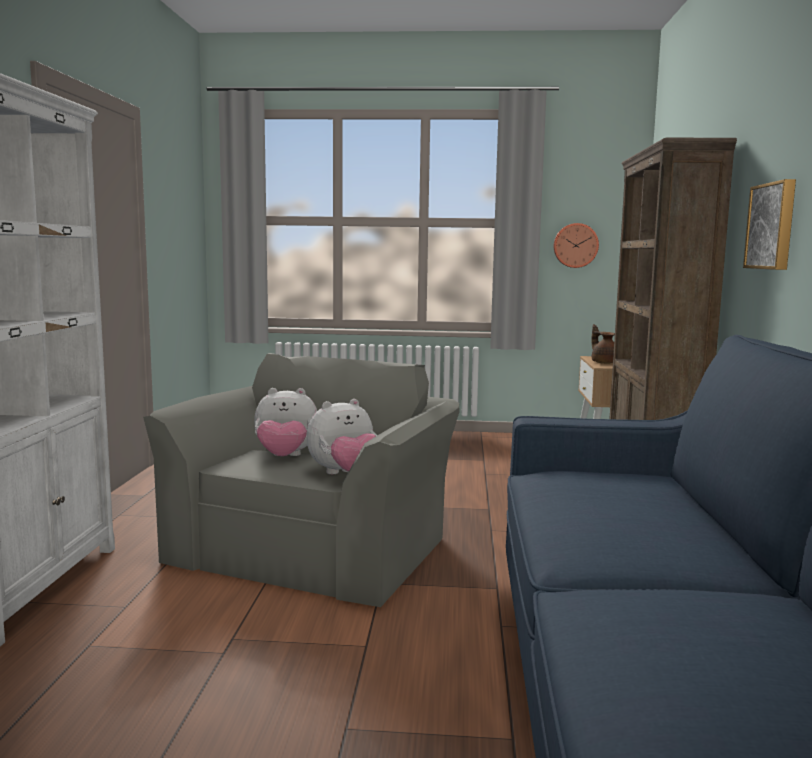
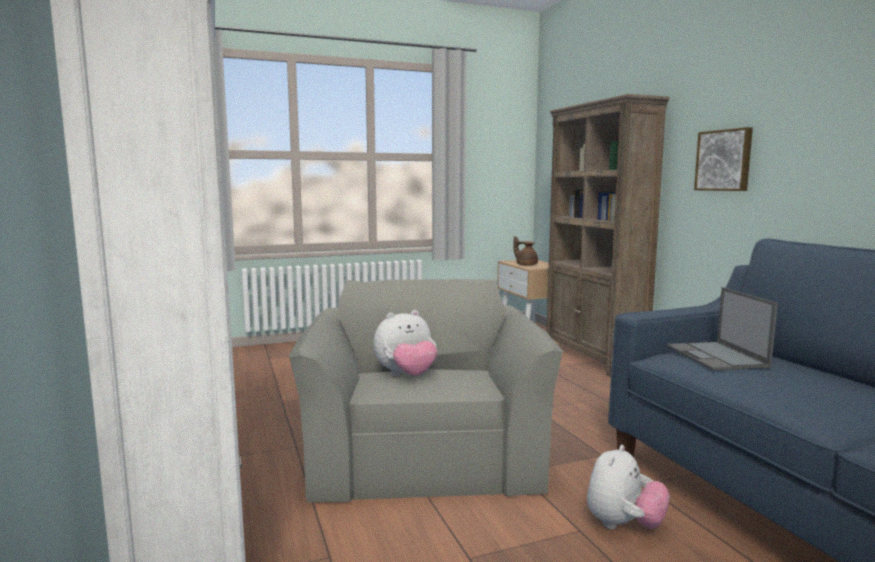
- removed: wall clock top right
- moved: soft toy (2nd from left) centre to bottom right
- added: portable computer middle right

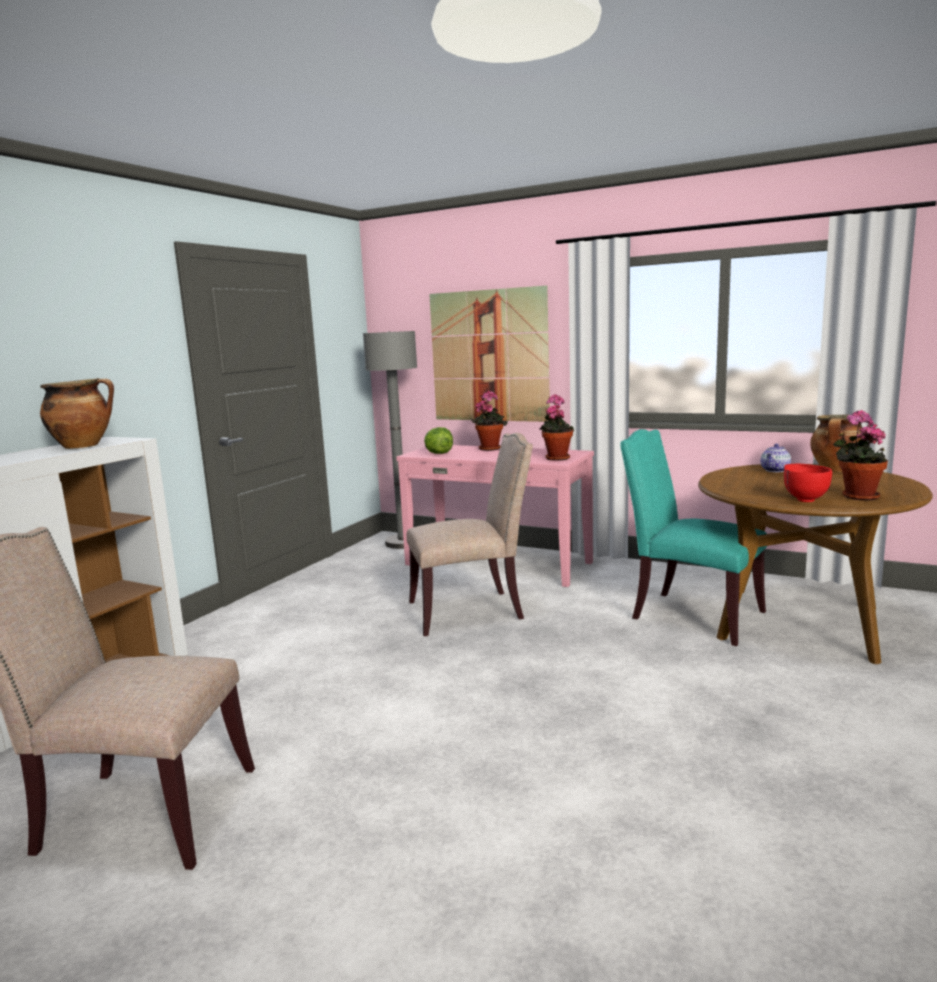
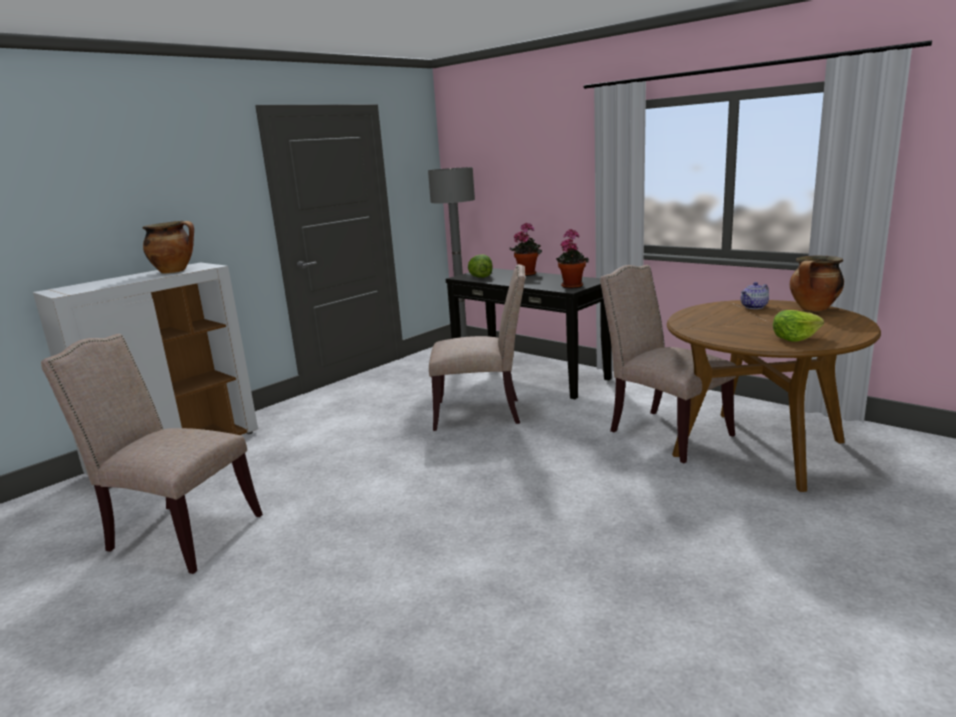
- removed: wall picture centre
- replaced: potted plant (3rd from left) middle right to head of lettuce (2nd from left) middle right
- recoloured: upright chair in turquoise-coloured middle right to upright chair in beige-coloured (3rd from left) middle right
- recoloured: hall table in pink centre to hall table in black-coloured centre
- removed: bowl in red middle right

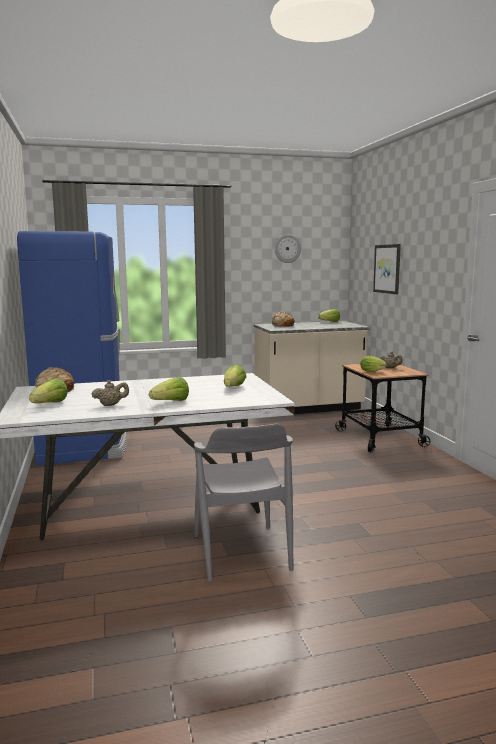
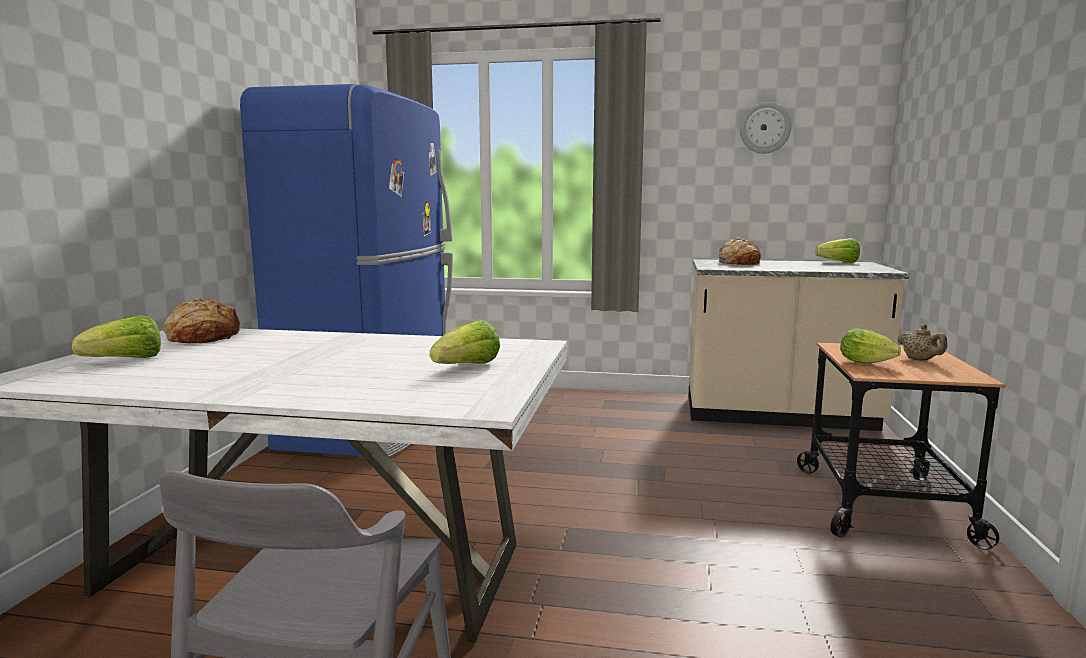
- removed: wall picture middle right
- removed: head of lettuce (2nd from left) centre
- removed: tea pot in beige-coloured (1st from left) middle left

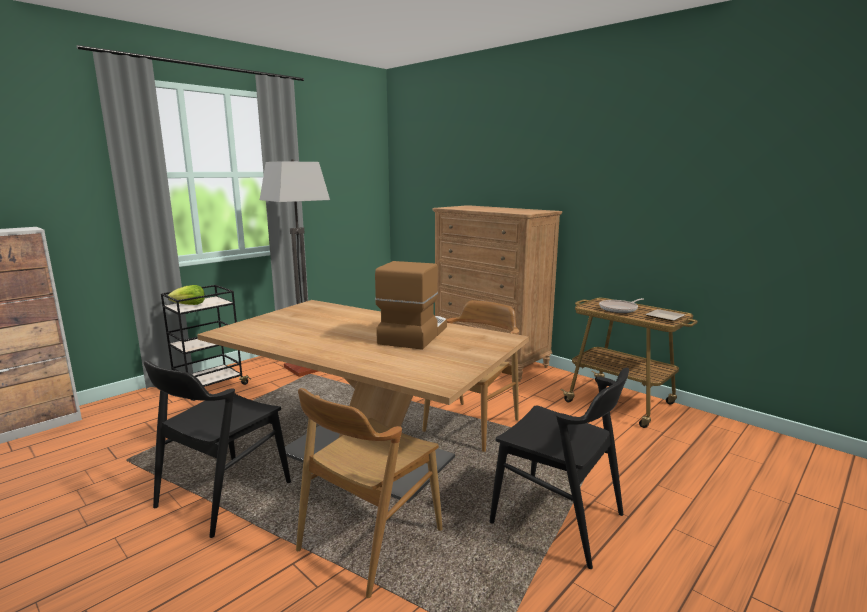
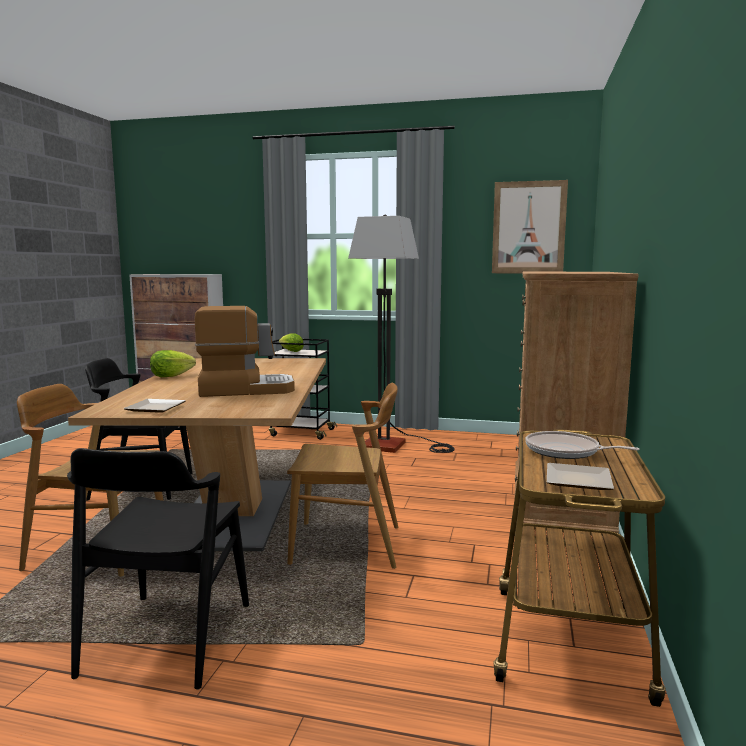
- added: wall picture top right
- added: head of lettuce (1st from left) middle left
- added: plate (1st from left) middle left

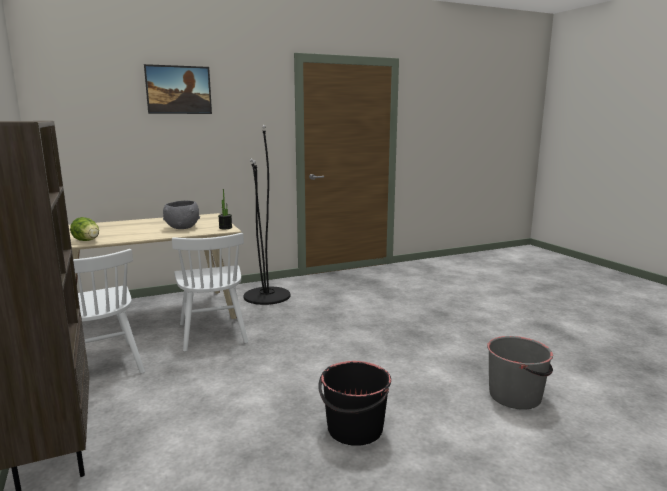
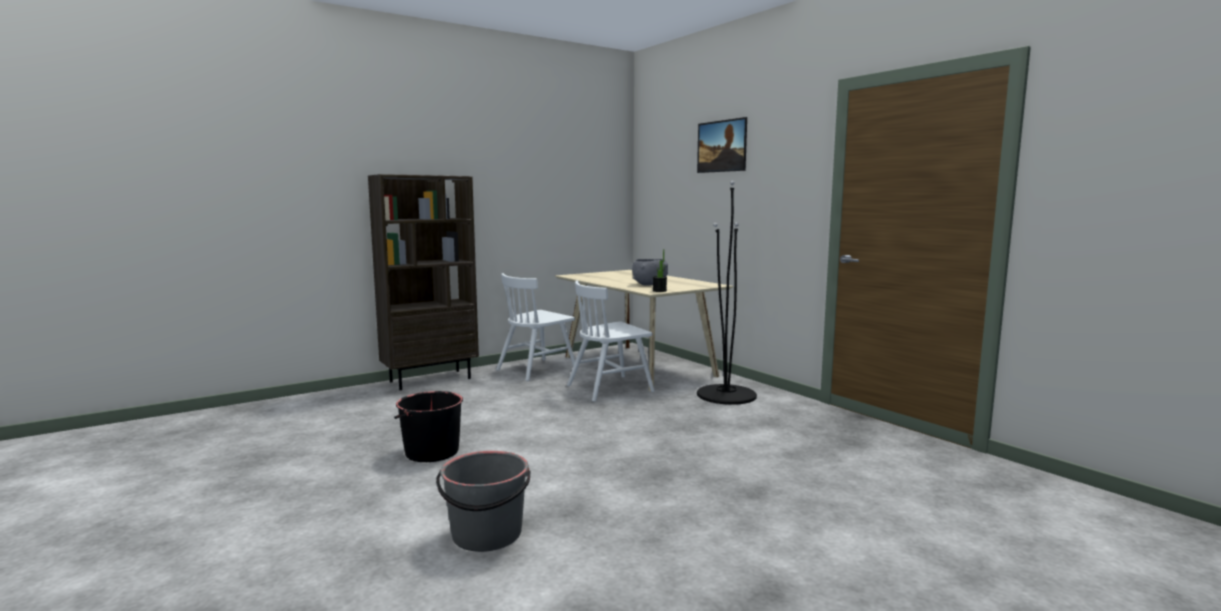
- removed: head of lettuce middle left

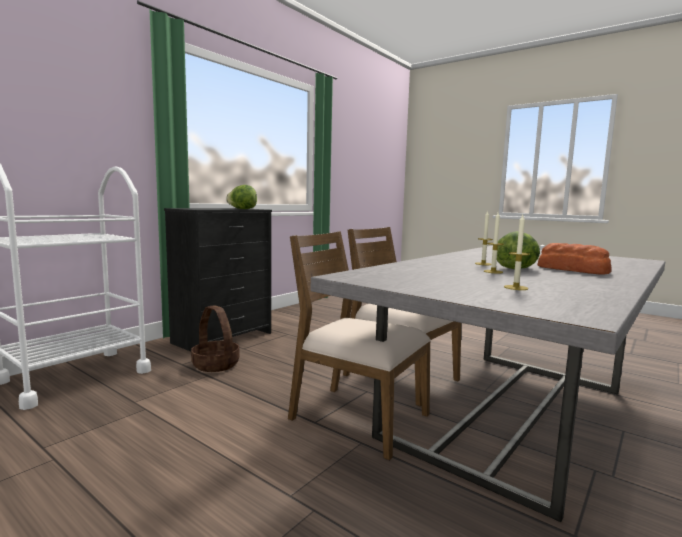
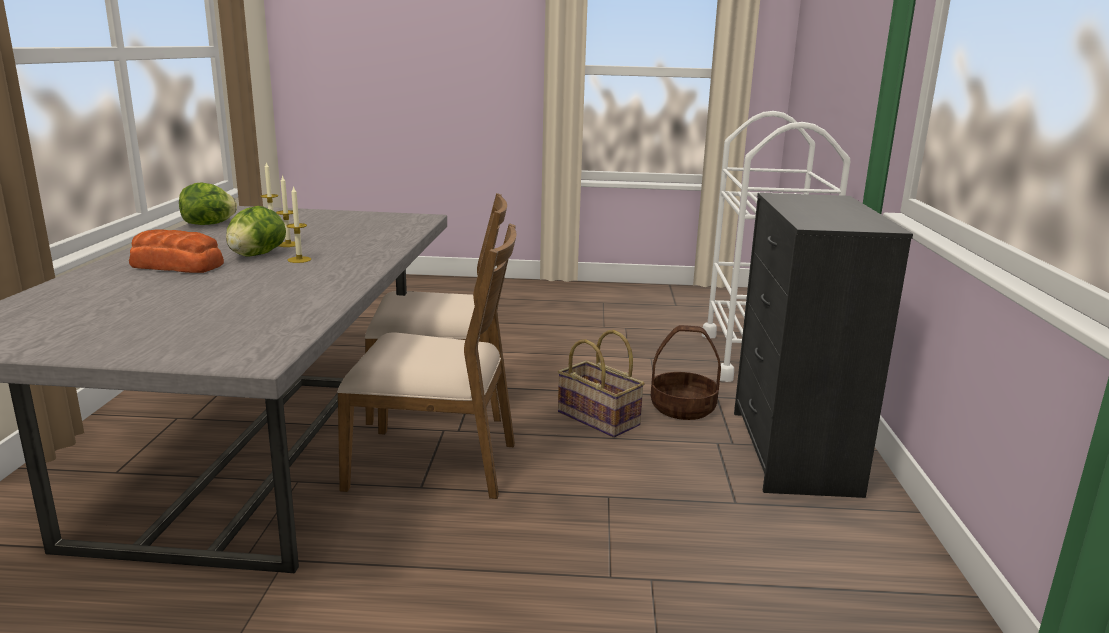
- moved: head of lettuce (1st from left) centre to top left
- added: household basket (1st from left) centre

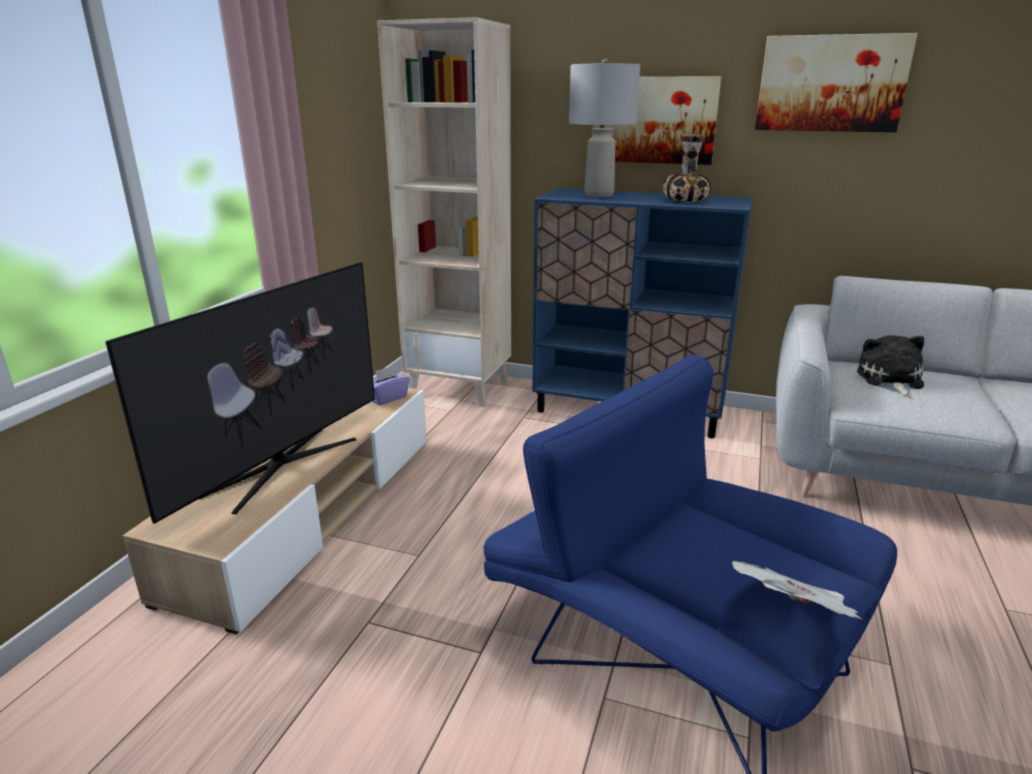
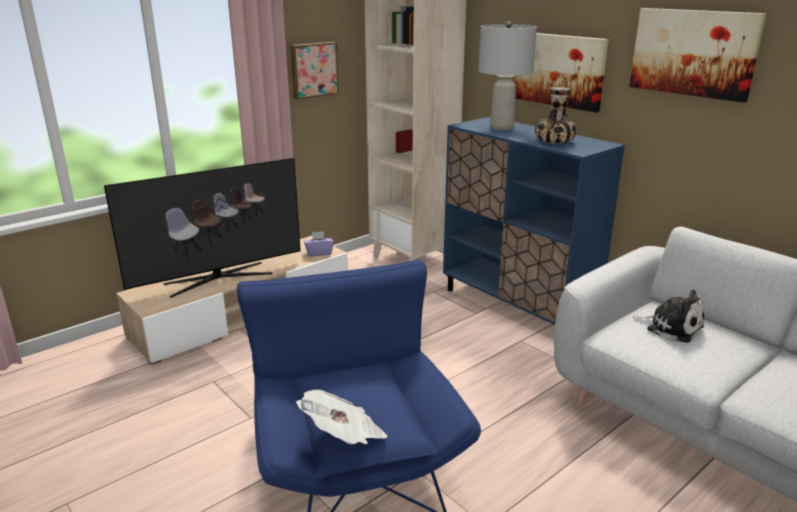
- turned: soft toy middle right = middle right 90 degrees clockwise
- added: wall picture (1st from left) top centre

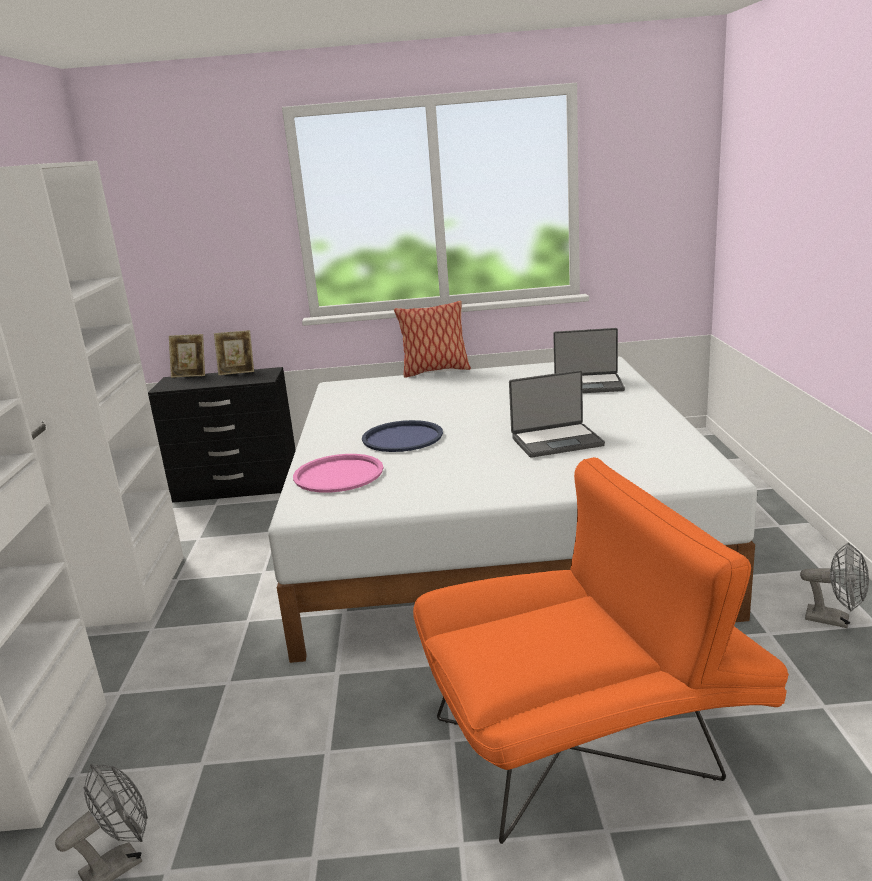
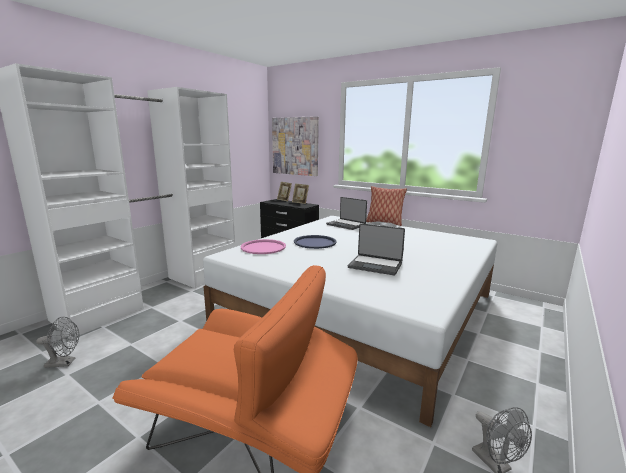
- moved: portable computer (2nd from left in the first image) middle right to portable computer (1st from left) centre
- added: wall picture top centre

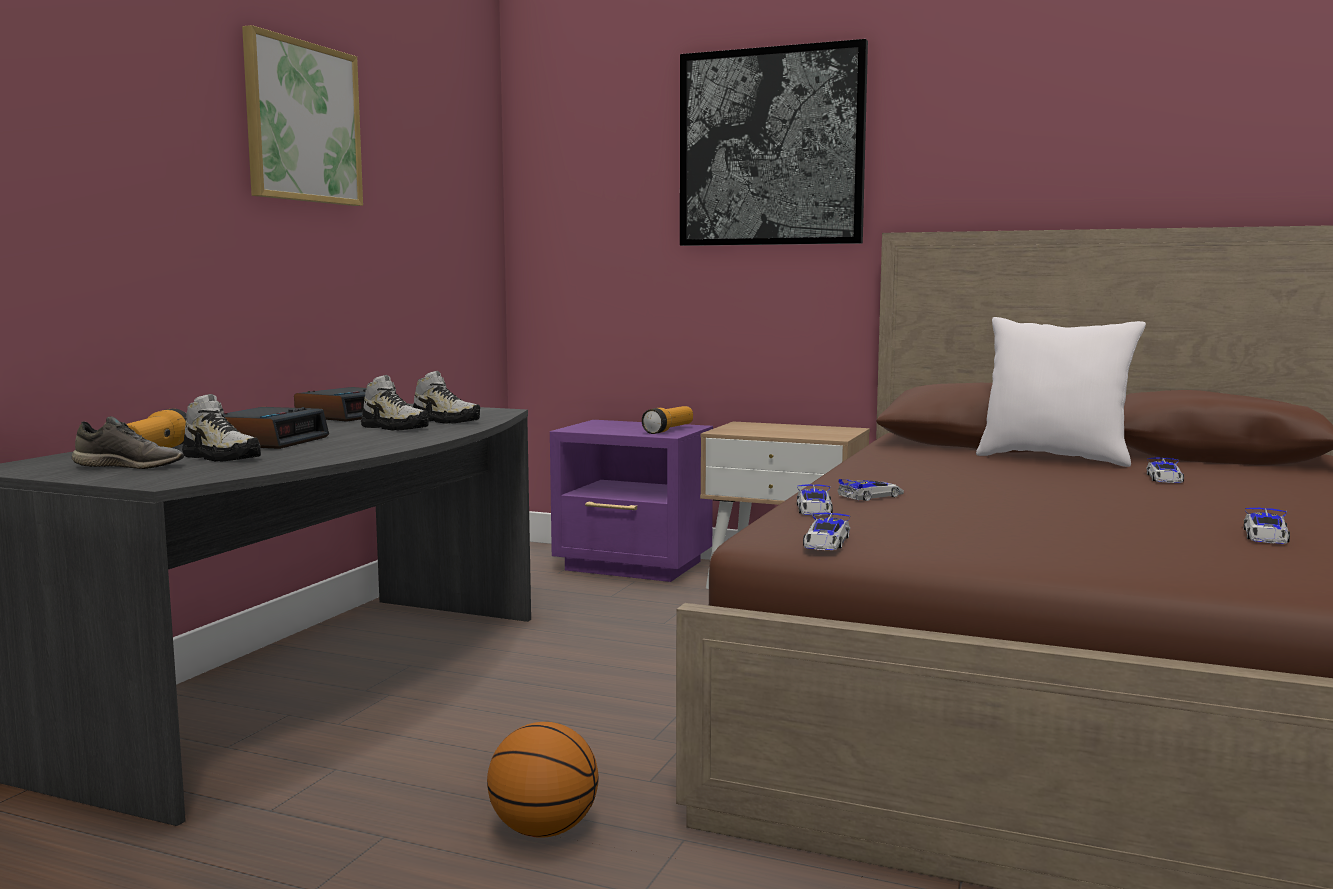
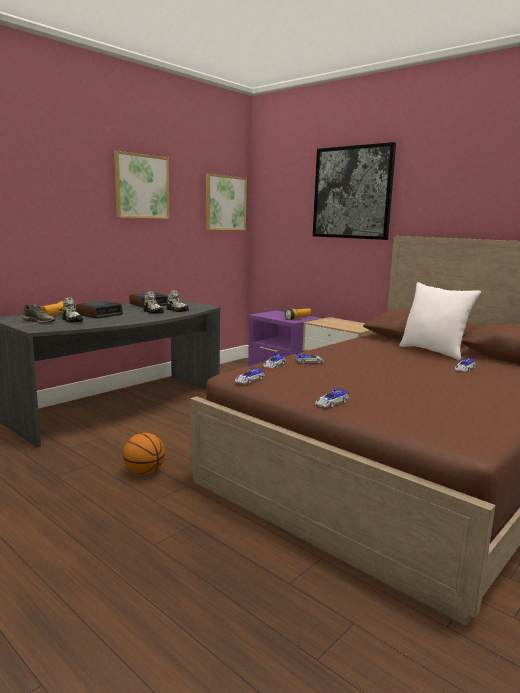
- moved: model car (5th from left in the first image) middle right to model car (4th from left) centre
- added: wall picture (2nd from left) top centre

